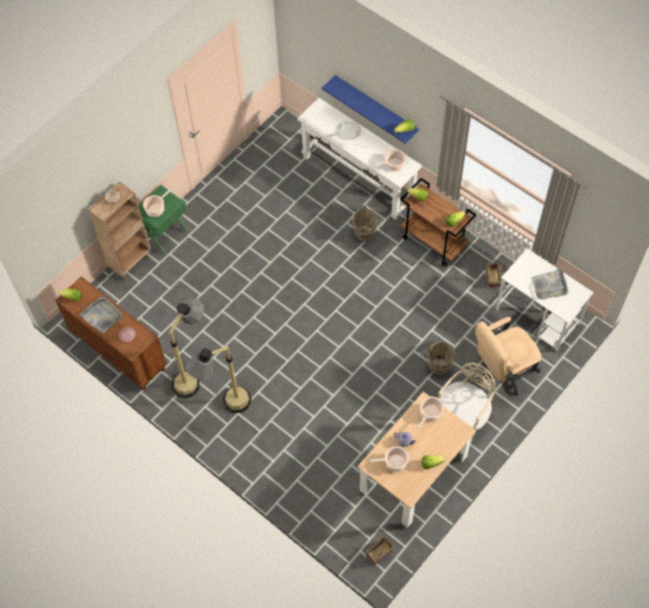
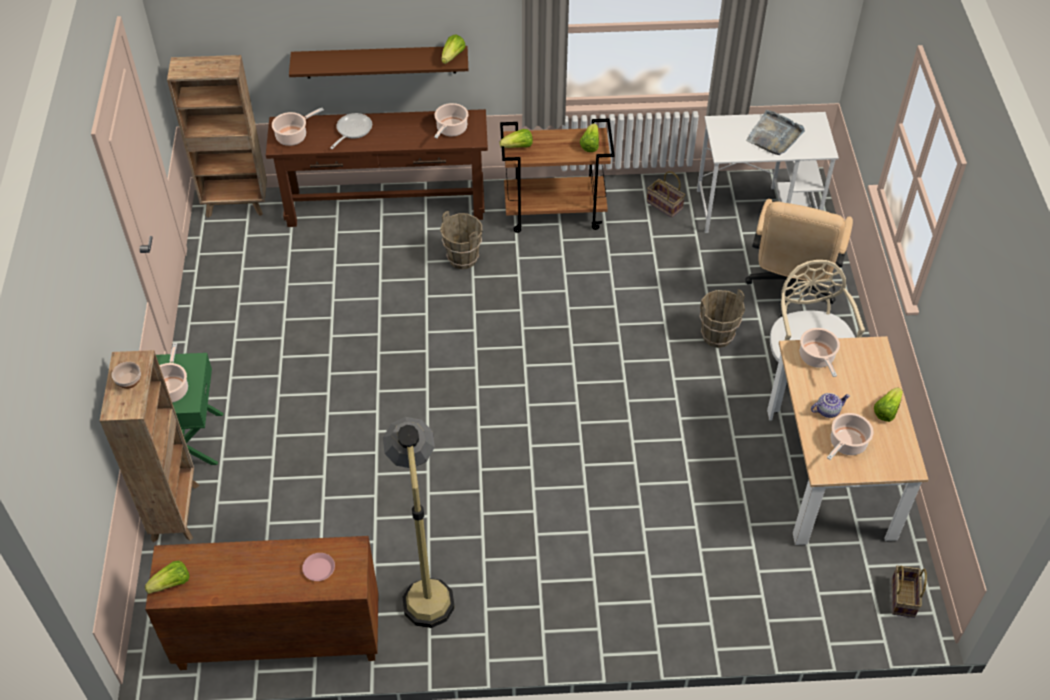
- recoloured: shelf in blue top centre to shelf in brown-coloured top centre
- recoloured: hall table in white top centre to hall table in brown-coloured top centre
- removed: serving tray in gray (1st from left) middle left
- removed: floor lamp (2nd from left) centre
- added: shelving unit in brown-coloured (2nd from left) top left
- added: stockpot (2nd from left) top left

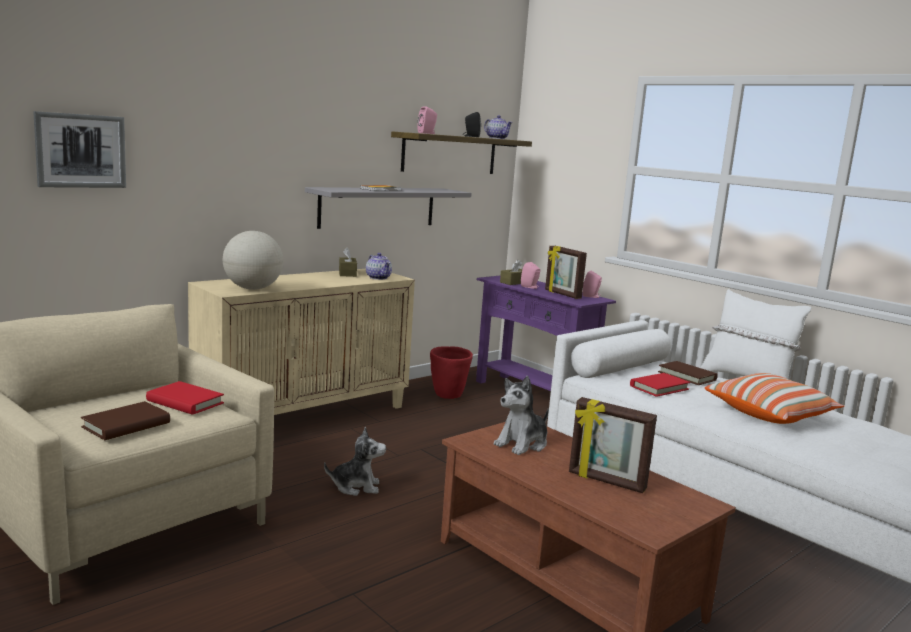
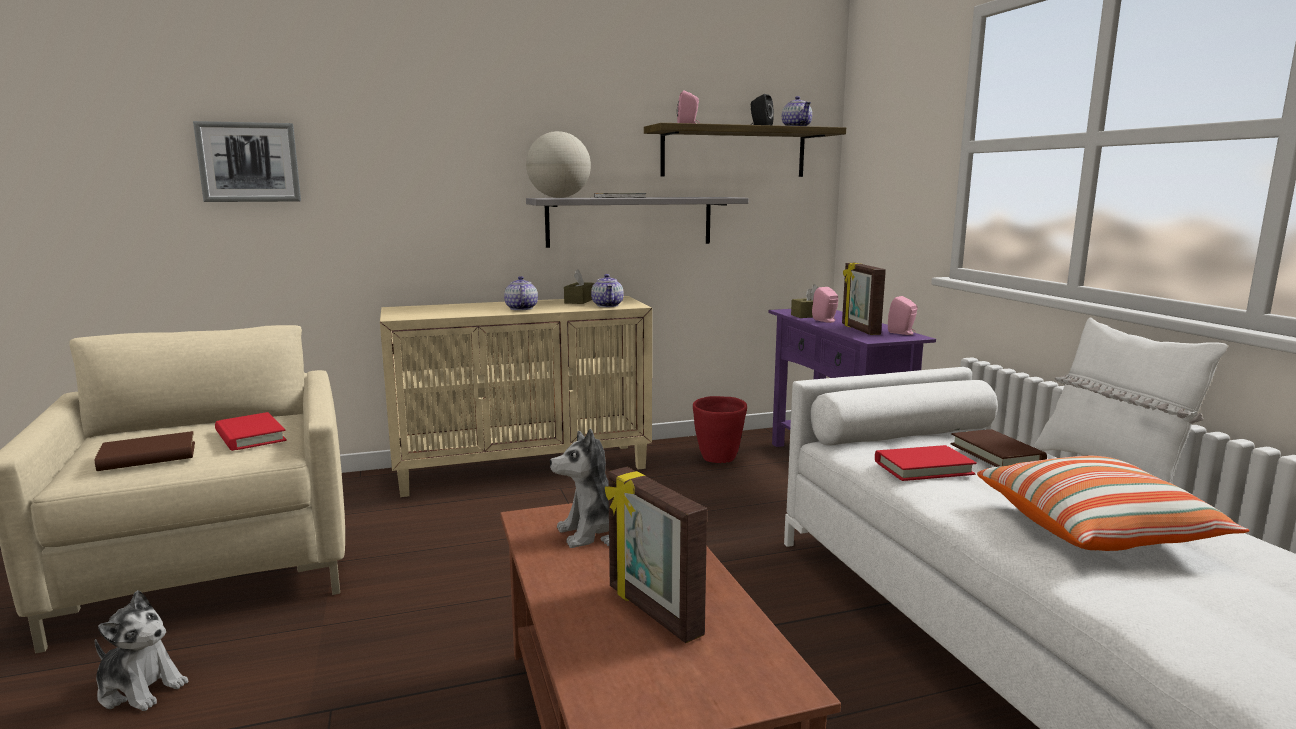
- moved: desk globe middle left to top centre
- moved: soft toy (1st from left) bottom centre to bottom left
- added: tea pot (1st from left) centre

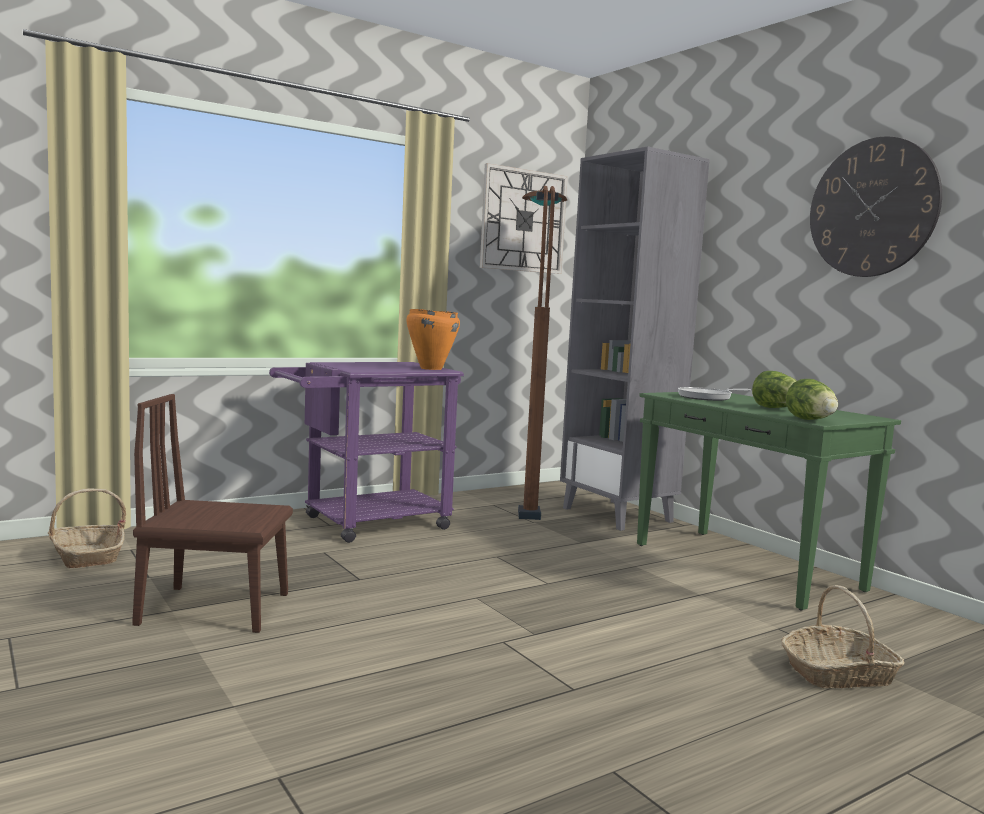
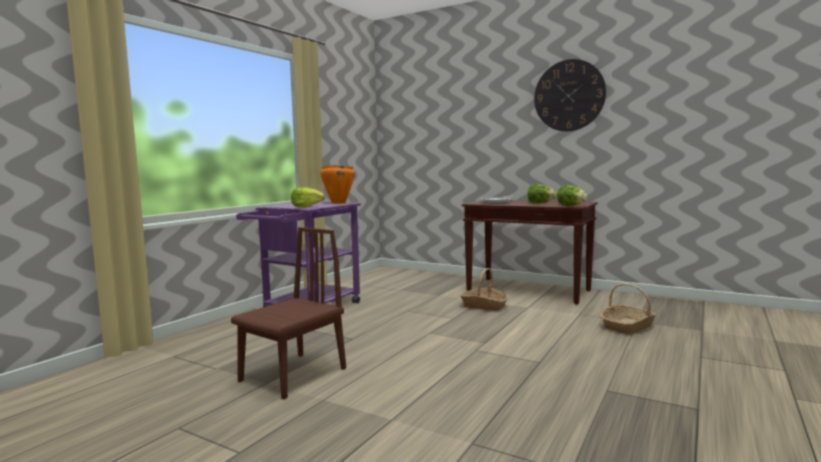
- removed: shelving unit in gray centre
- removed: wall clock (1st from left) top centre
- removed: floor lamp in brown-coloured centre
- recoloured: hall table in green middle right to hall table in brown-coloured centre
- turned: upright chair in brown-coloured middle left = bottom centre 150 degrees clockwise
- moved: household basket (1st from left) middle left to centre
- added: head of lettuce (1st from left) centre

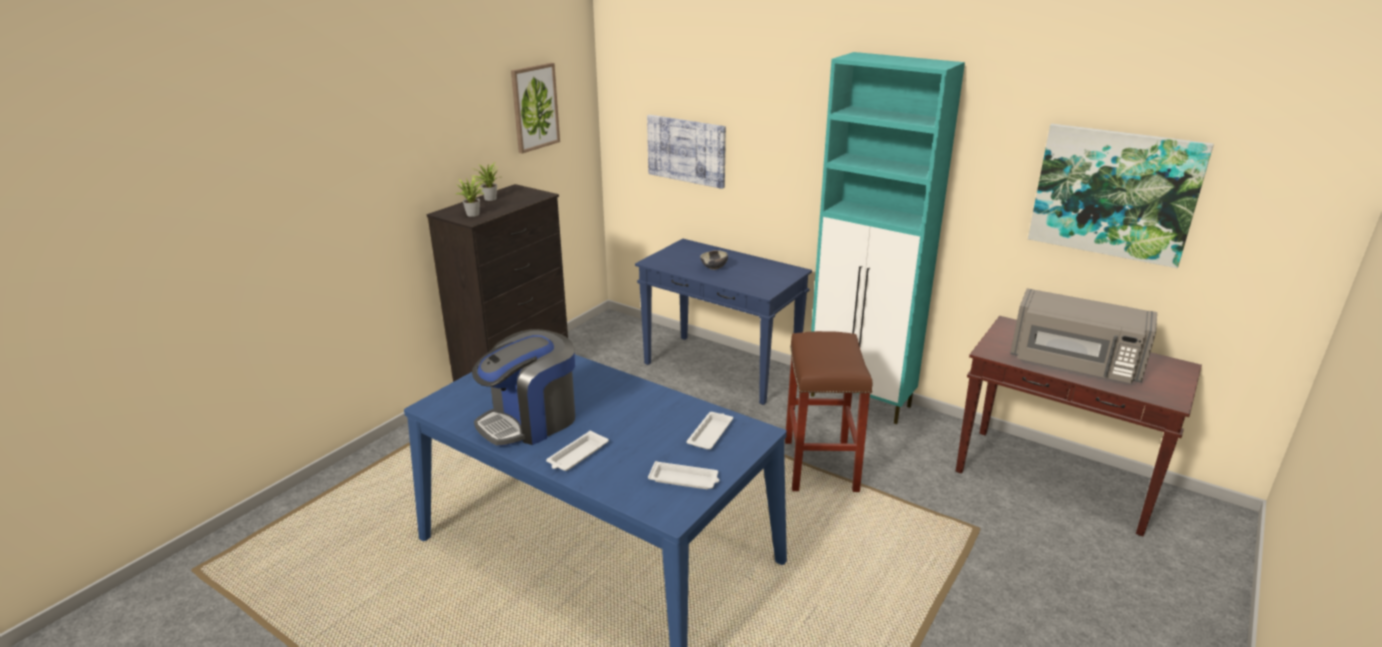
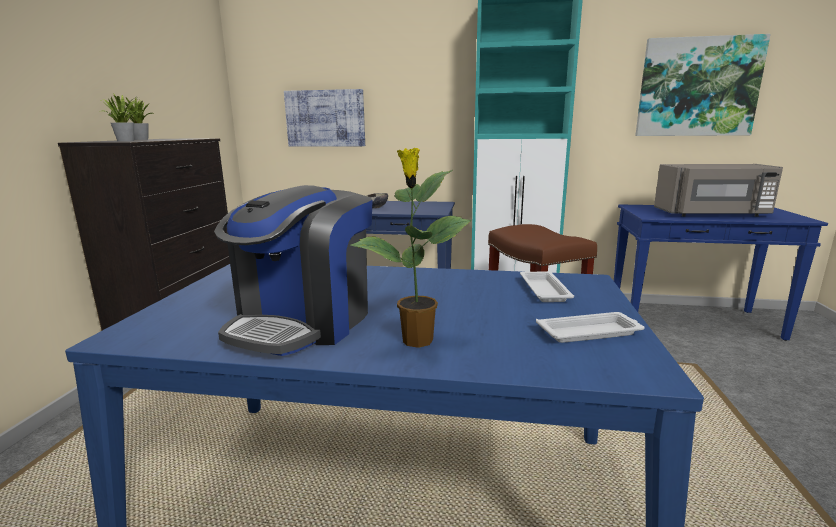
- removed: wall picture (1st from left) top centre
- recoloured: hall table in brown-coloured middle right to hall table in blue (2nd from left) middle right
- replaced: serving tray in white (1st from left) bottom centre to potted plant (3rd from left) centre

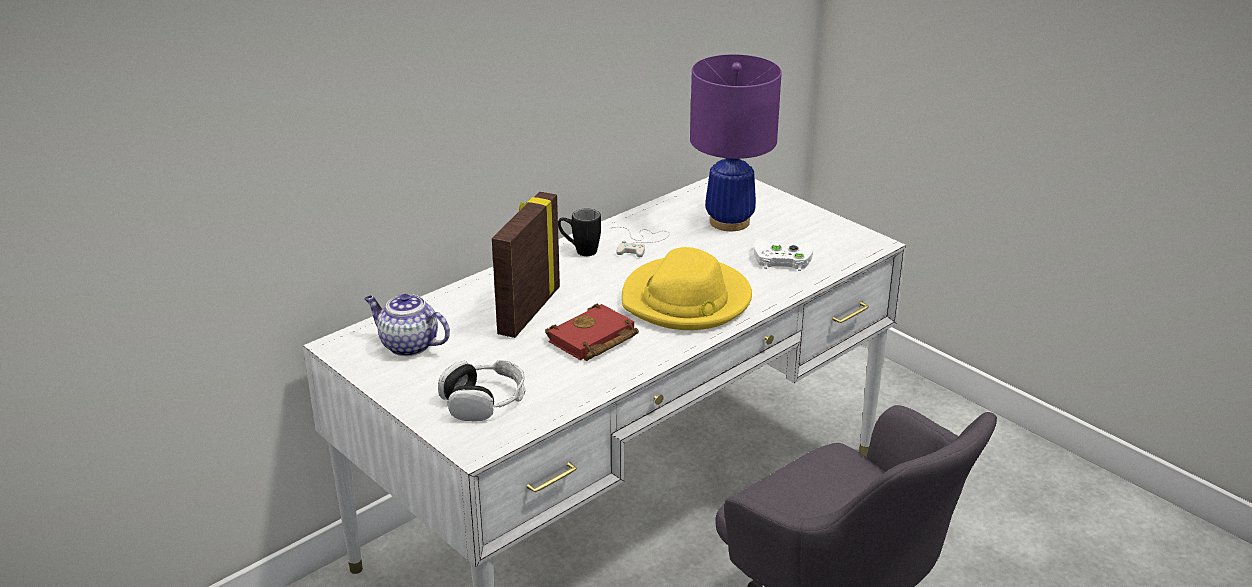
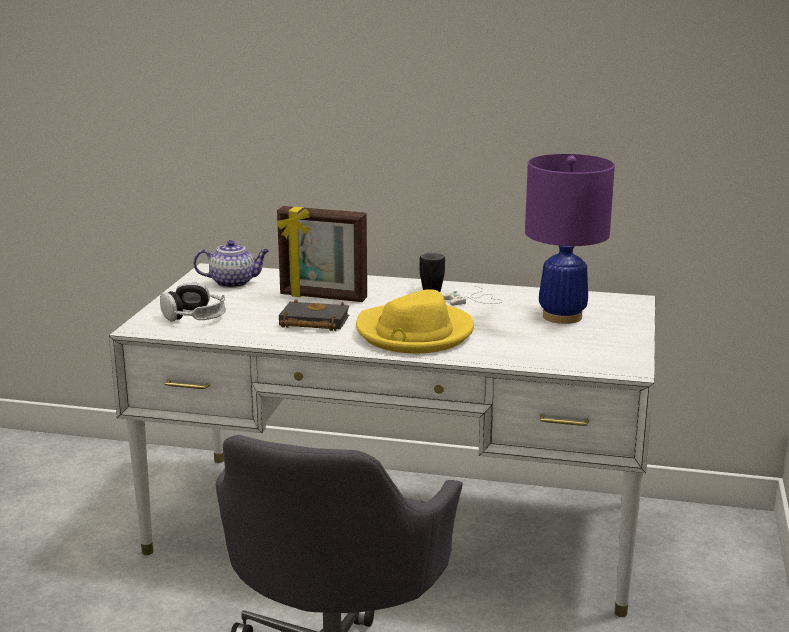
- turned: standing frame centre = centre 150 degrees counterclockwise
- removed: joypad in white (2nd from left) centre
- turned: tea pot middle left = middle left 90 degrees clockwise
- recoloured: volume in red centre to volume in black-coloured centre

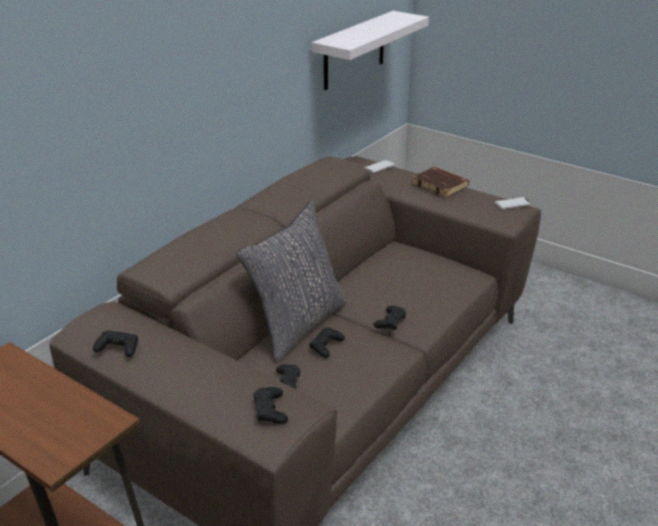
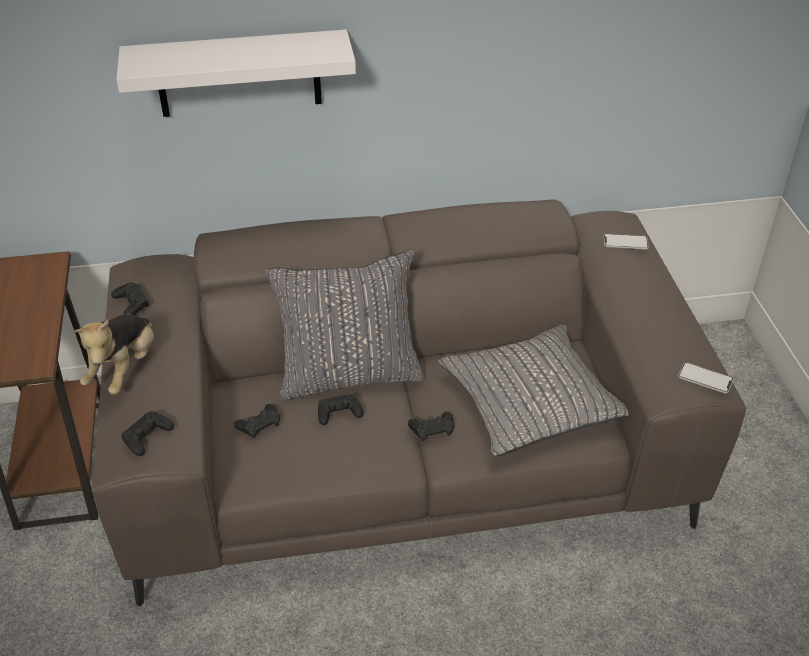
- moved: shelf in white top centre to top left
- removed: volume in brown-coloured middle right
- added: soft toy middle left
- added: throw pillow in gray (2nd from left) centre

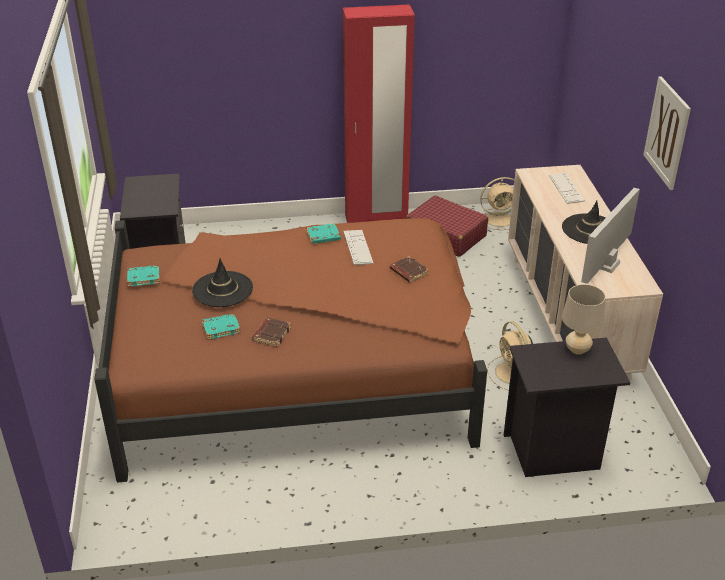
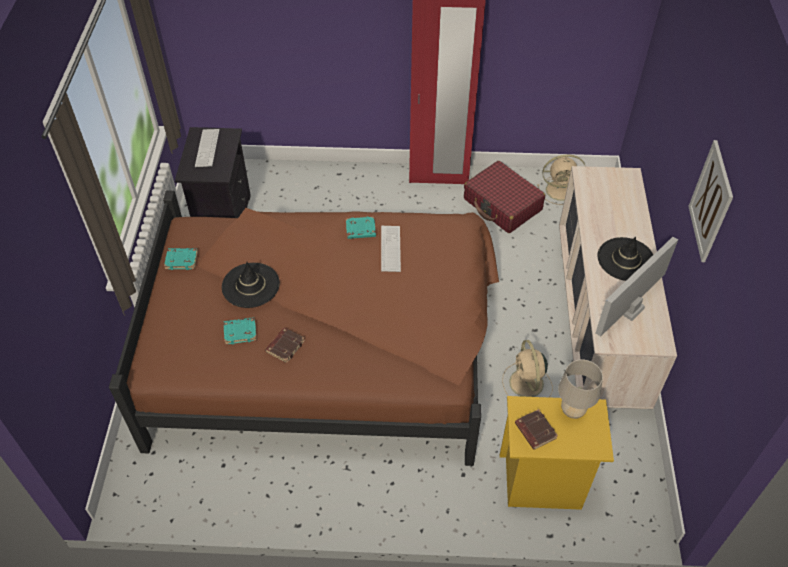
- moved: computer keyboard (2nd from left in the first image) top right to computer keyboard (1st from left) top left
- moved: volume in brown-coloured (2nd from left) centre to bottom right
- recoloured: bedside table in black-coloured (2nd from left) bottom right to bedside table in yellow bottom right

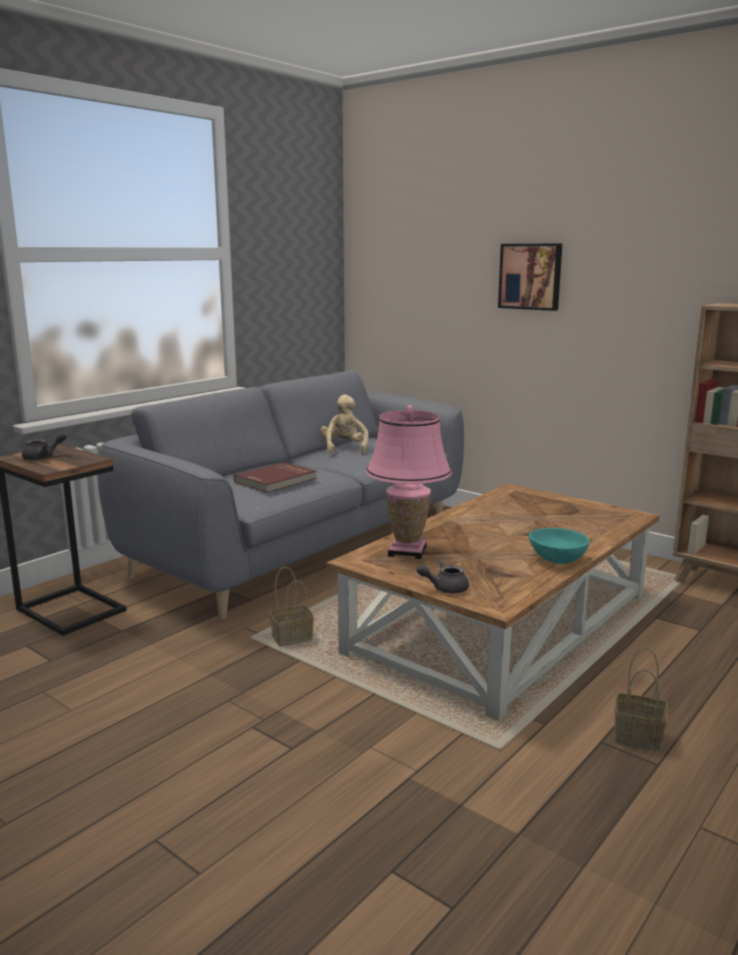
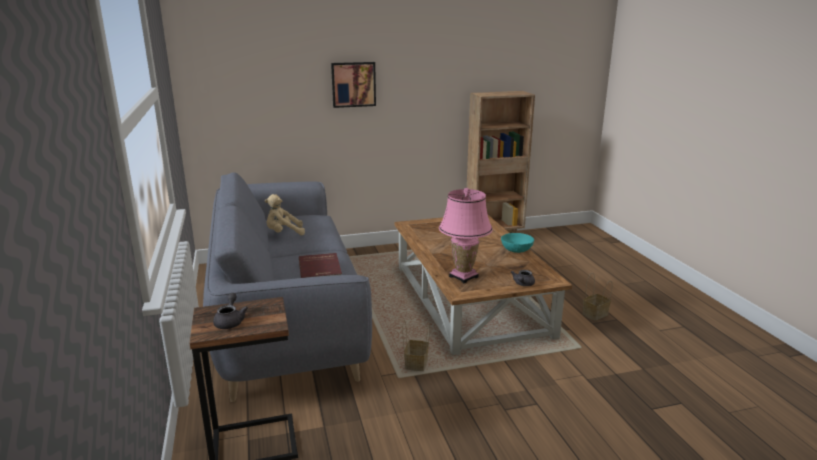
- turned: soft toy in beige-coloured centre = centre 45 degrees counterclockwise

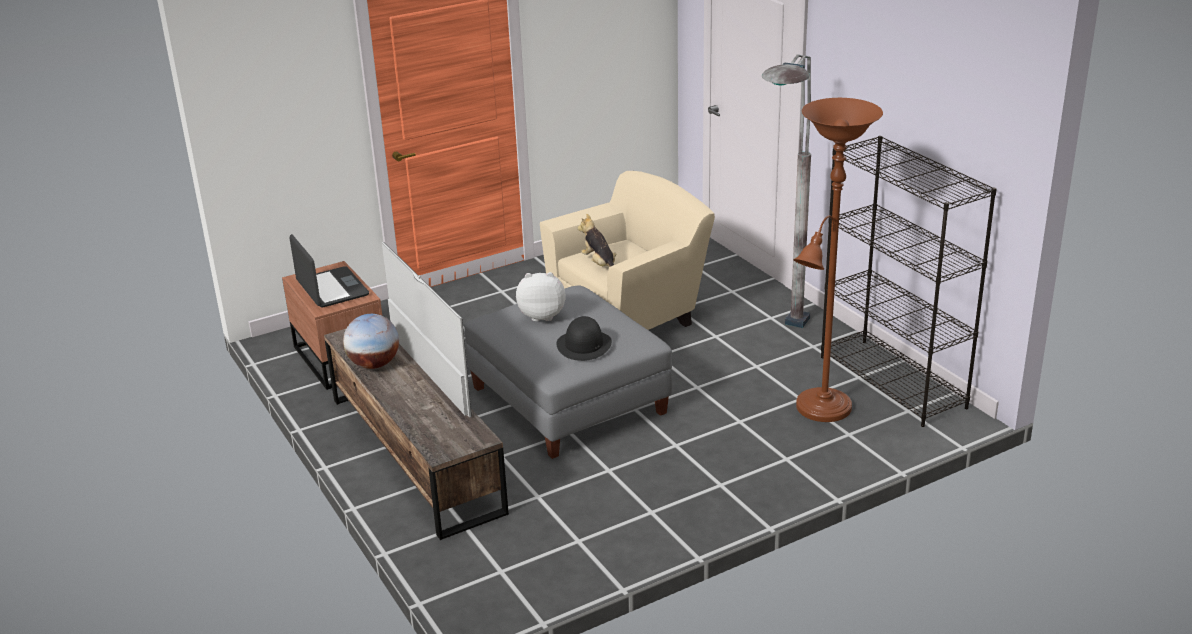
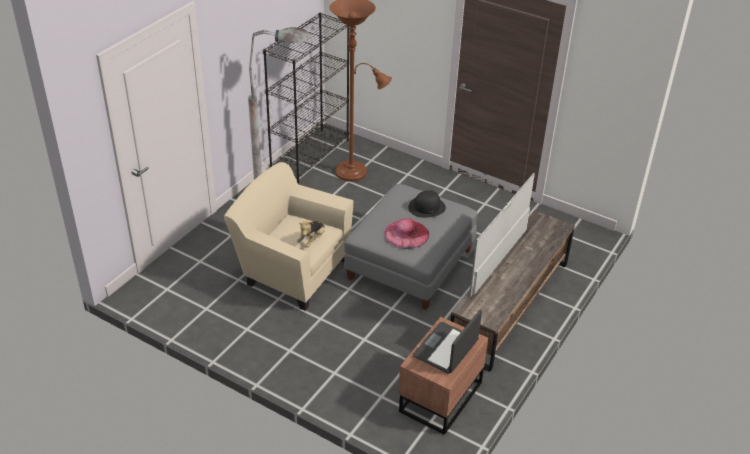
- replaced: soft toy (1st from left) centre to clothing hat in pink centre
- removed: desk globe middle left

